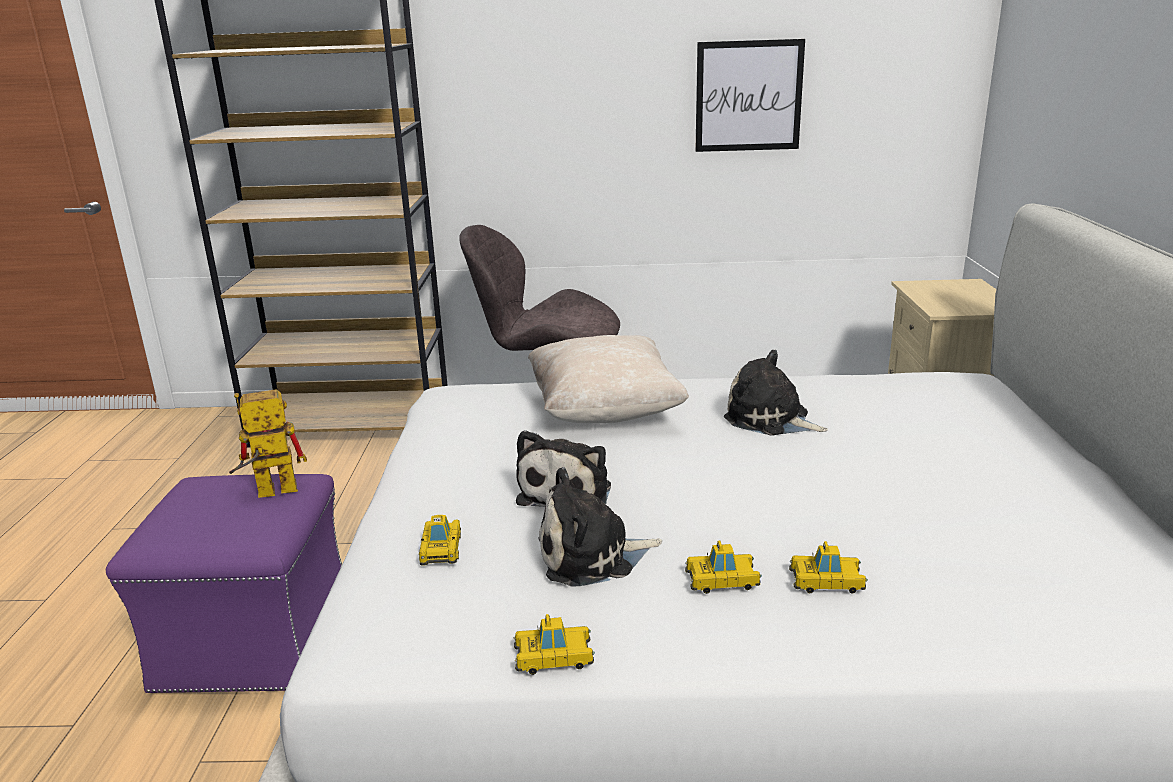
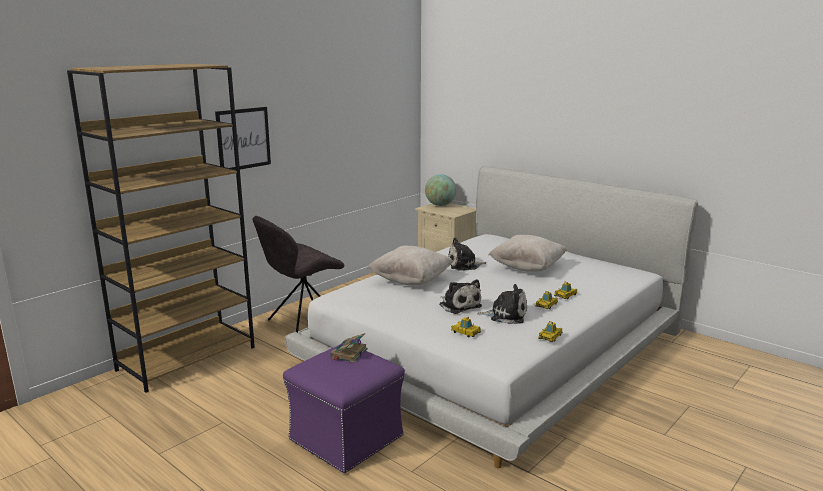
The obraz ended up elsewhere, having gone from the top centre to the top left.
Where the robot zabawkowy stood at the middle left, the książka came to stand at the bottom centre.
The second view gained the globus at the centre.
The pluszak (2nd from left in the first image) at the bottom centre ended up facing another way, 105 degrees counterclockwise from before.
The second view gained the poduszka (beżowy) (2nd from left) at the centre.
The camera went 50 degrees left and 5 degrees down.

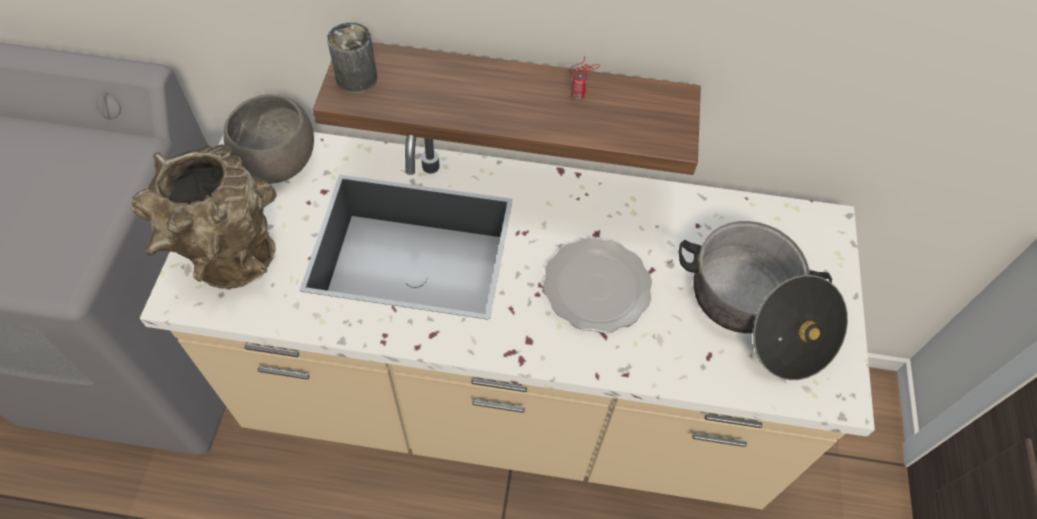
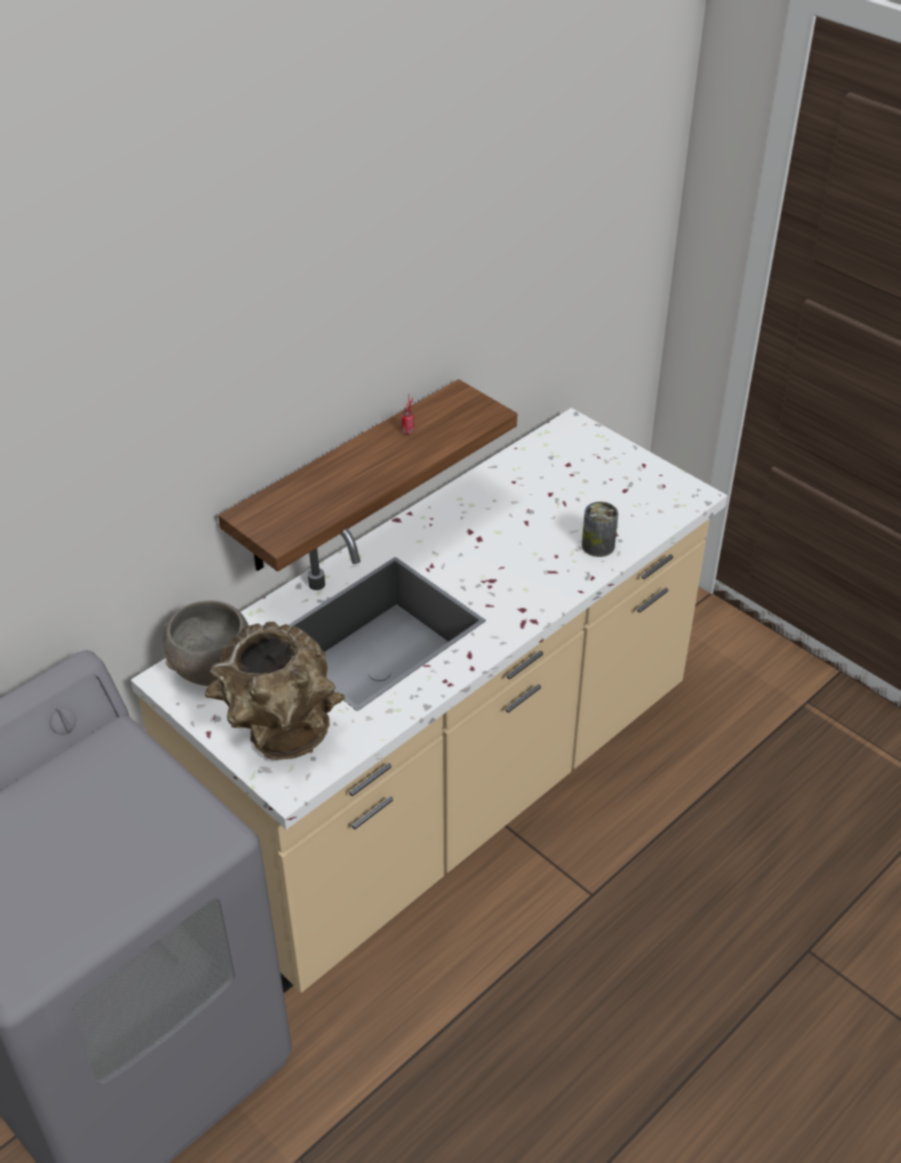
The puszka (1st from left in the first image) ended up elsewhere, having gone from the top centre to the centre.
The second view lost the talerz at the centre.
The second view lost the garnek at the middle right.
The camera went 50 degrees left and 15 degrees down.

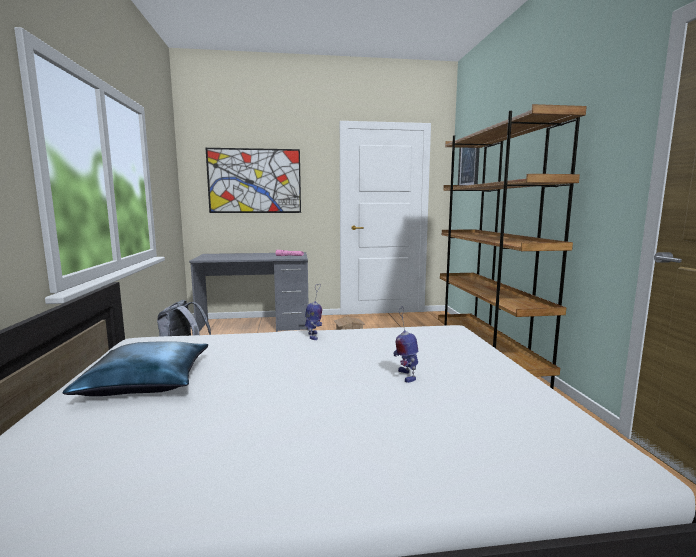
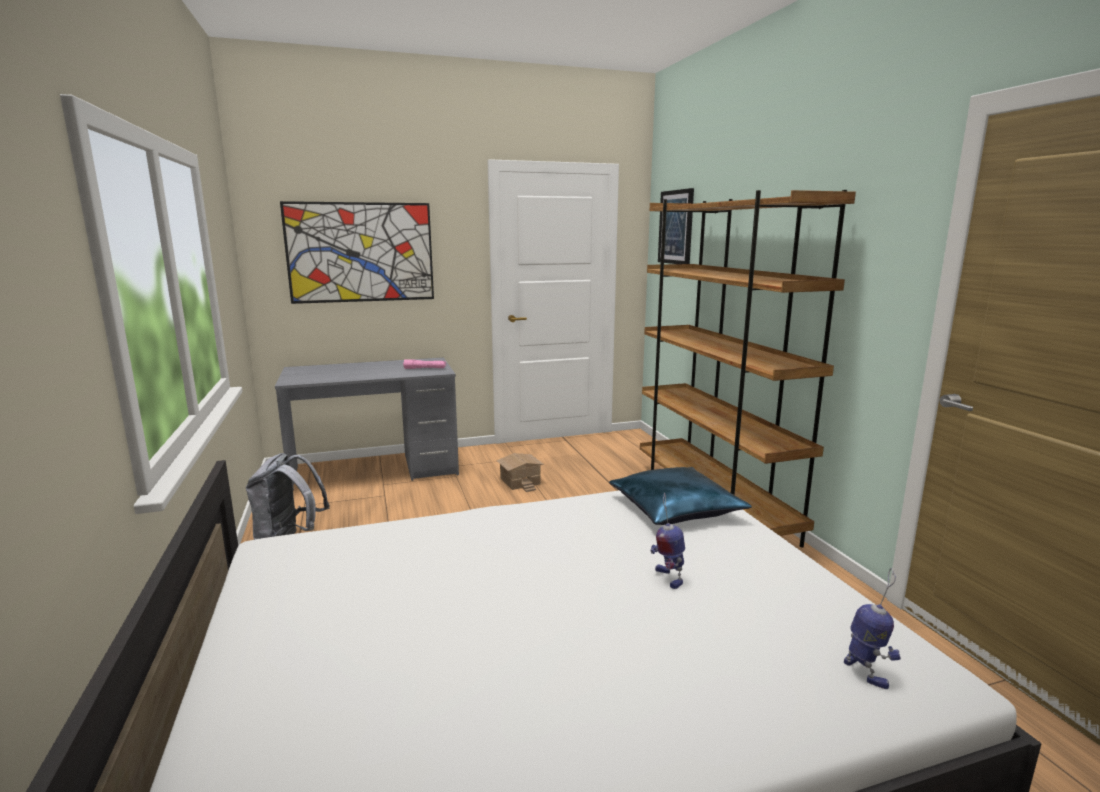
The poduszka (niebieski) ended up elsewhere, having gone from the middle left to the centre.
The robot zabawkowy (1st from left in the first image) ended up elsewhere, having gone from the centre to the bottom right.
The camera went 10 degrees left and 5 degrees up.

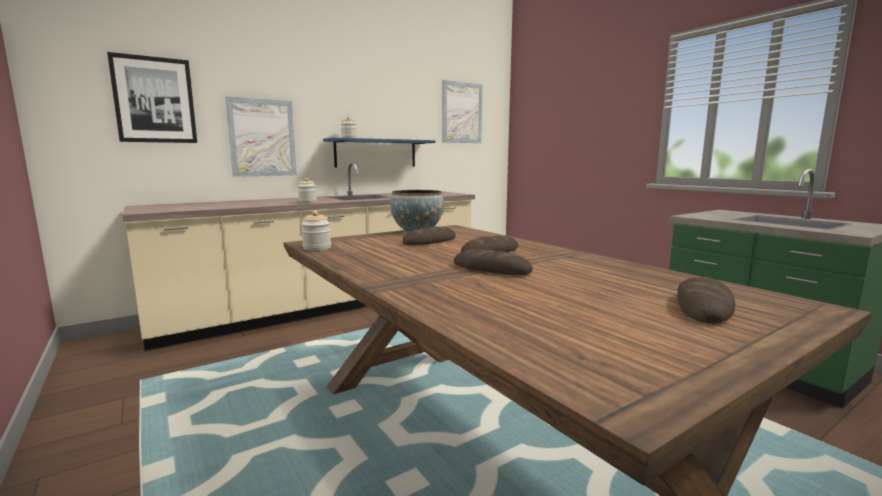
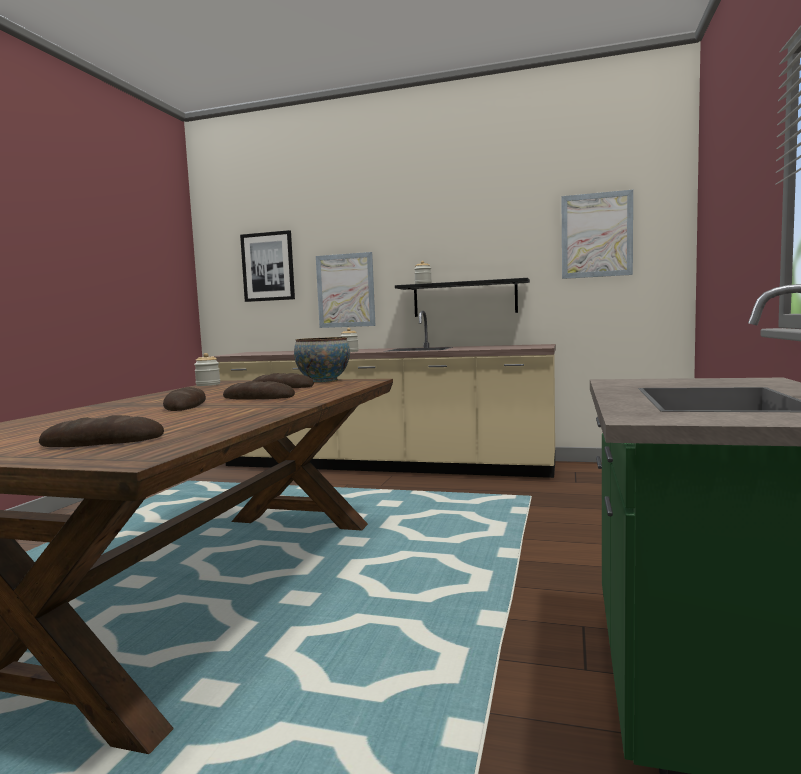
What was the półka (niebieski) at the top centre turned into the półka (czarny) at the centre.
The camera went 50 degrees right and 5 degrees down.

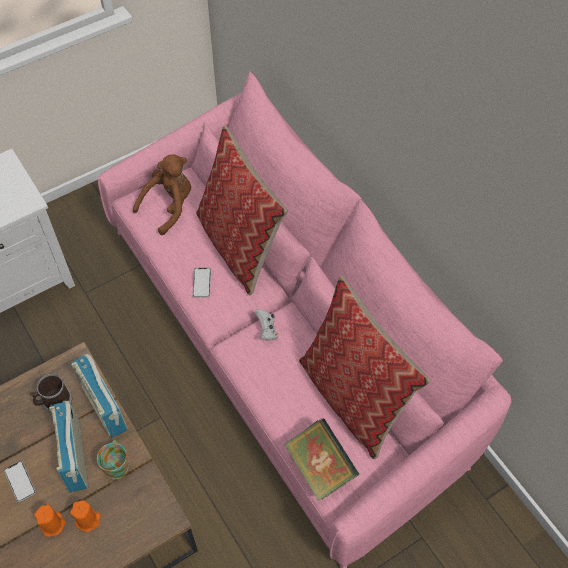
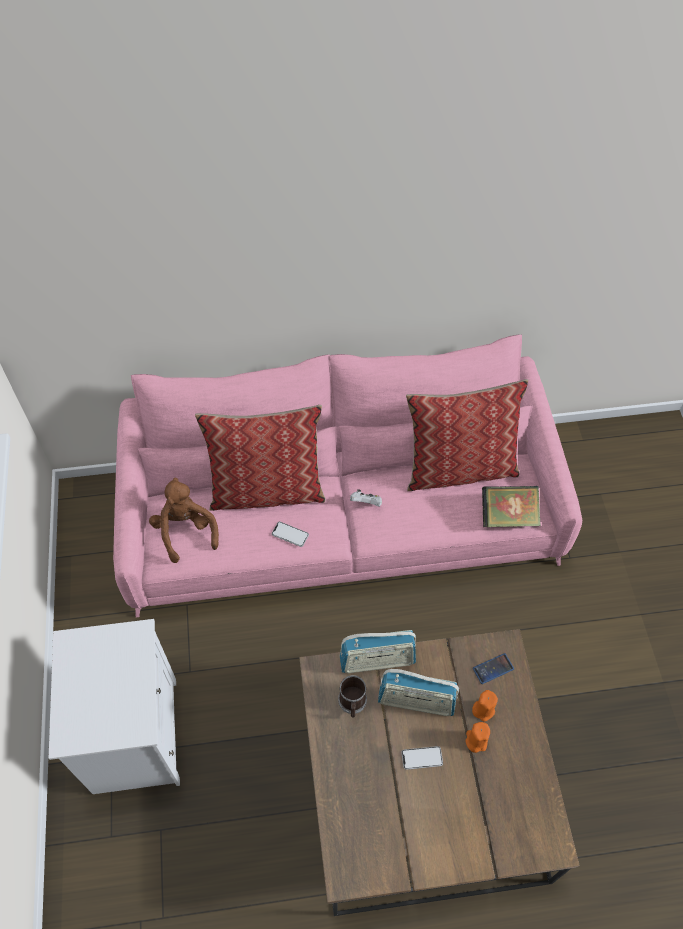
The second view gained the telefon (3rd from left) at the bottom right.
The second view lost the kubek (2nd from left) at the bottom left.
The camera went 65 degrees left and 0 degrees up.

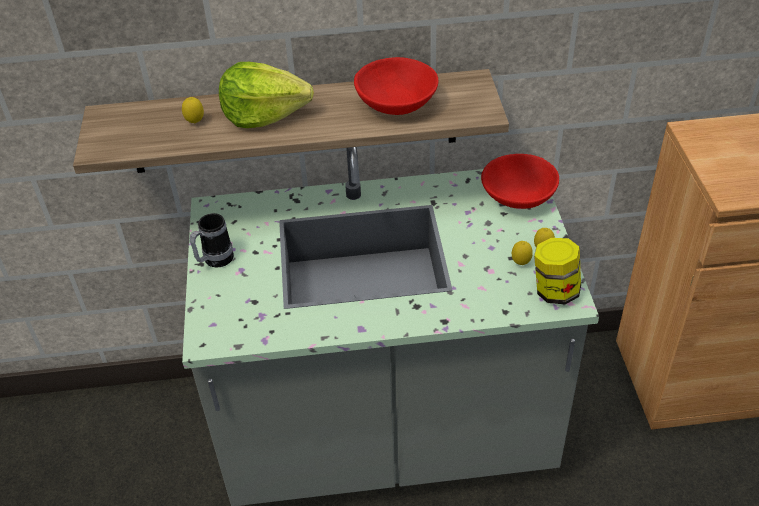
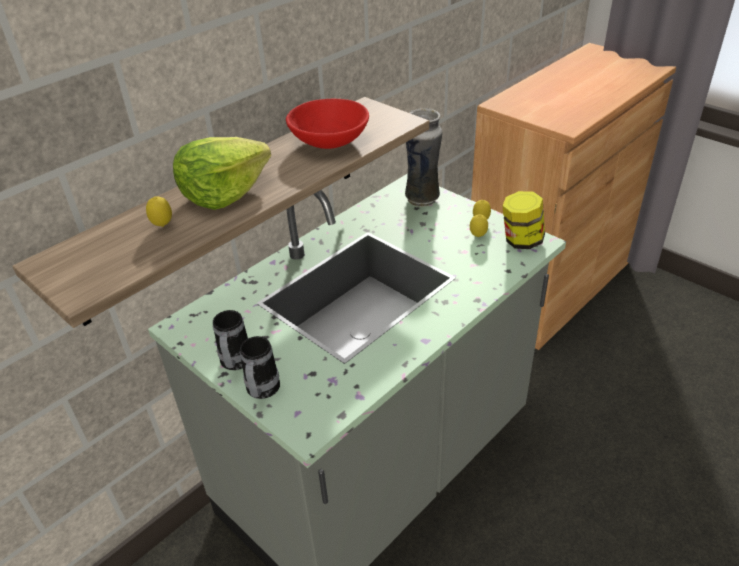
The second view gained the kubek (2nd from left) at the centre.
Where the miska (czerwony) (2nd from left) stood at the middle right, the wazon came to stand at the top centre.
The camera went 40 degrees left and 5 degrees down.

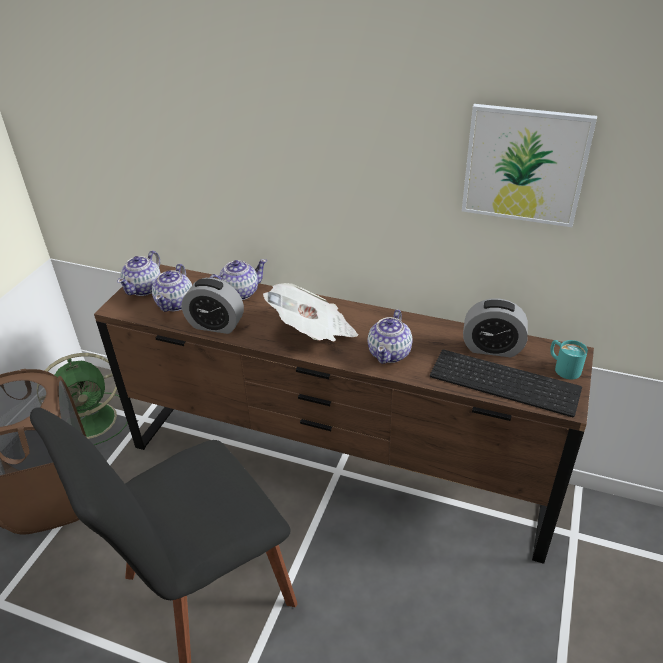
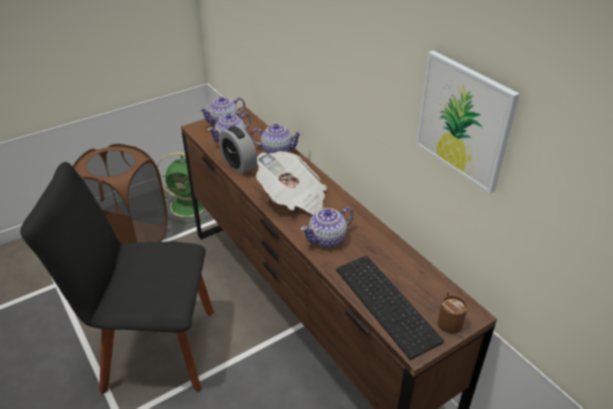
What was the kubek (turkusowy) at the middle right turned into the kubek (brązowy) at the bottom right.
The second view lost the budzik (2nd from left) at the middle right.
The camera went 35 degrees right and 0 degrees up.

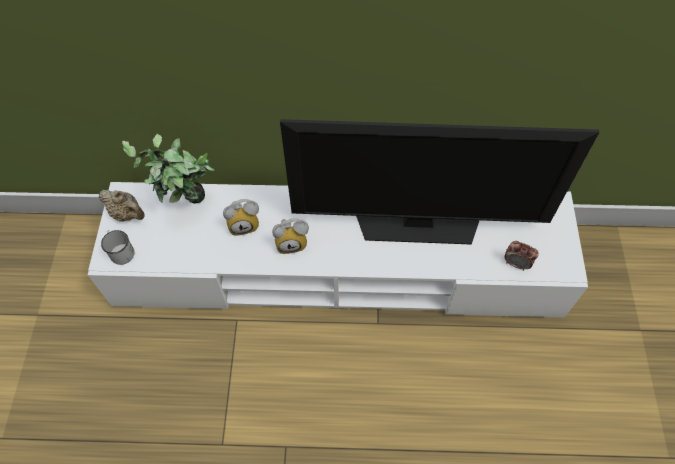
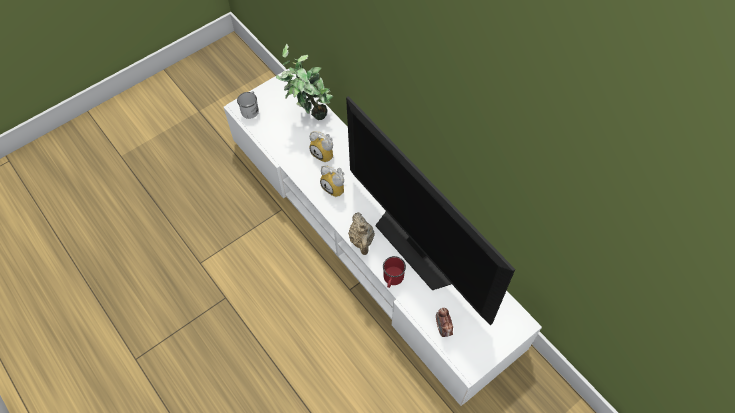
The imbryk (beżowy) ended up elsewhere, having gone from the middle left to the centre.
The second view gained the kubek (czerwony) at the centre.
The camera went 50 degrees right and 0 degrees up.

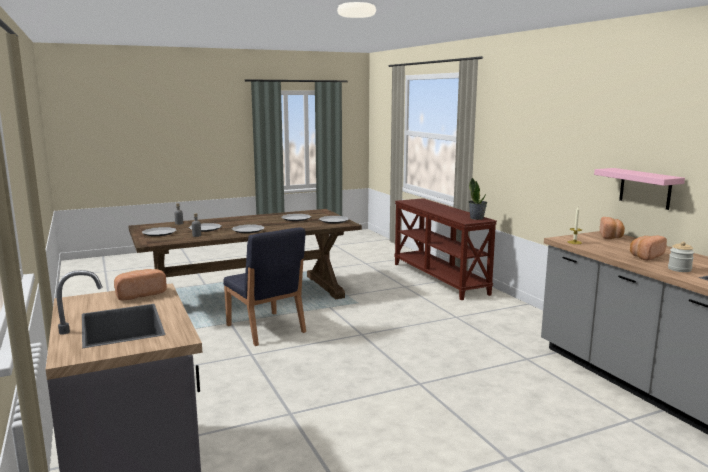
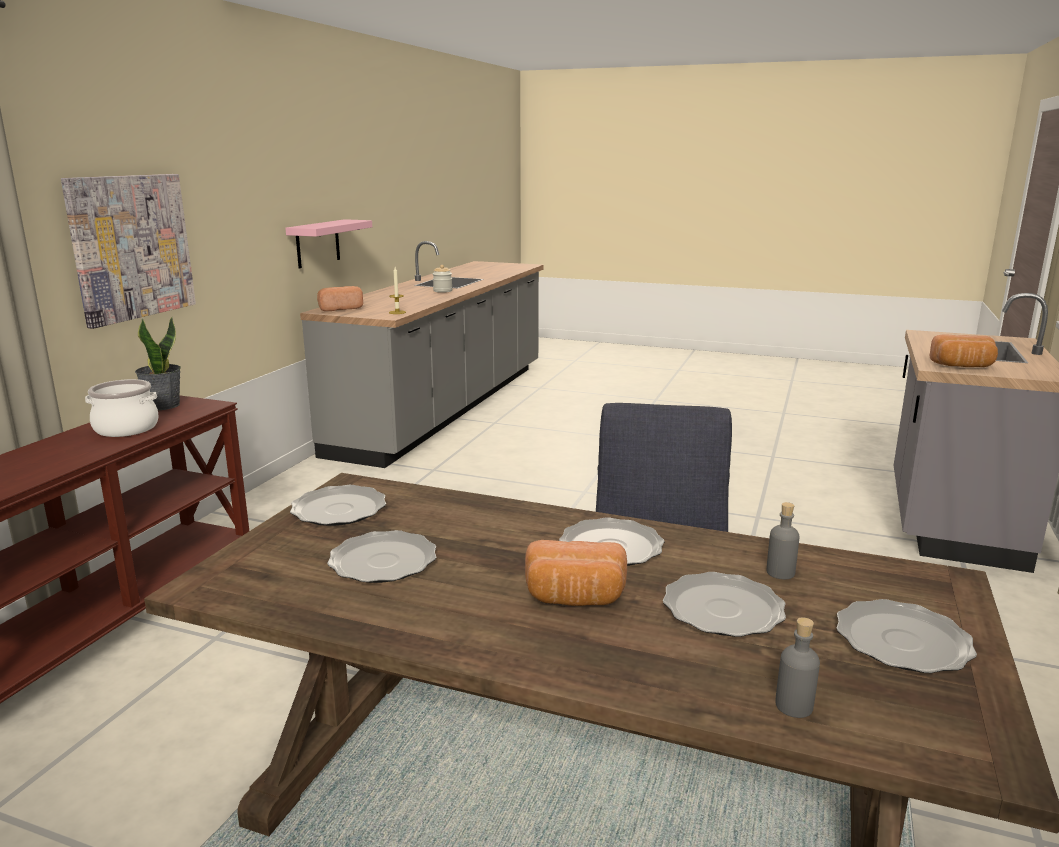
The second view gained the obraz at the top left.
The second view gained the garnek at the middle left.
The chleb (3rd from left in the first image) ended up elsewhere, having gone from the middle right to the bottom centre.
The camera went 135 degrees left and 5 degrees up.

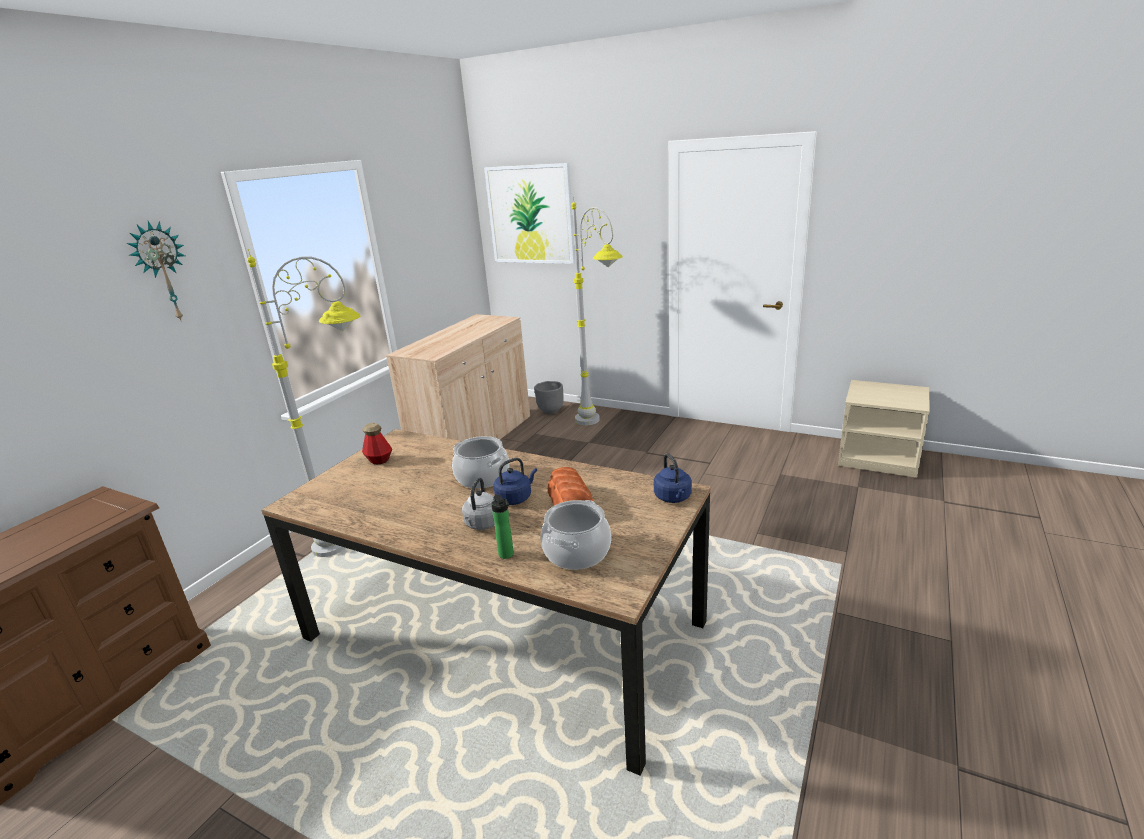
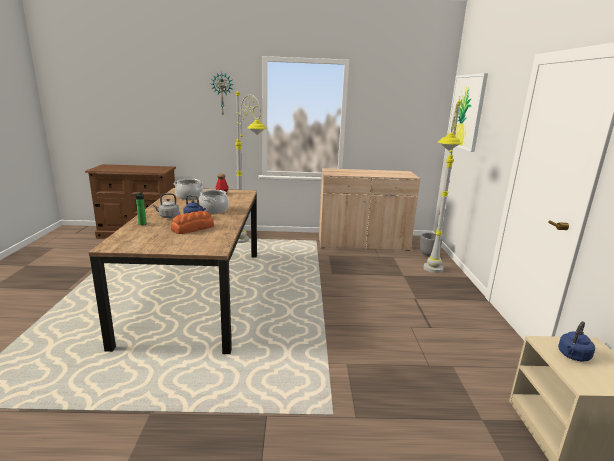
The garnek (2nd from left in the first image) ended up elsewhere, having gone from the centre to the middle left.
The czajnik (niebieski) (2nd from left) ended up elsewhere, having gone from the centre to the bottom right.
The camera went 60 degrees right and 5 degrees down.

